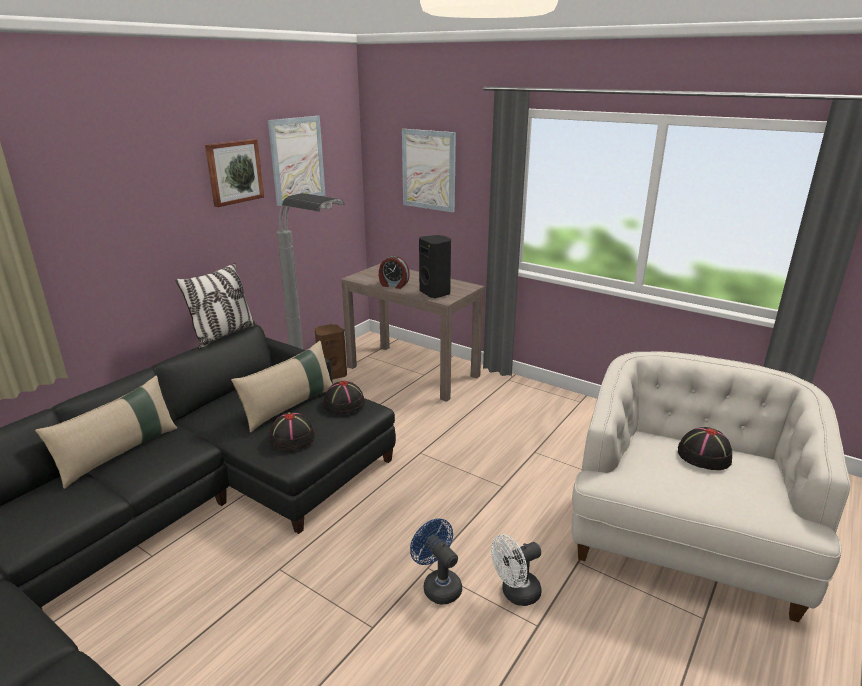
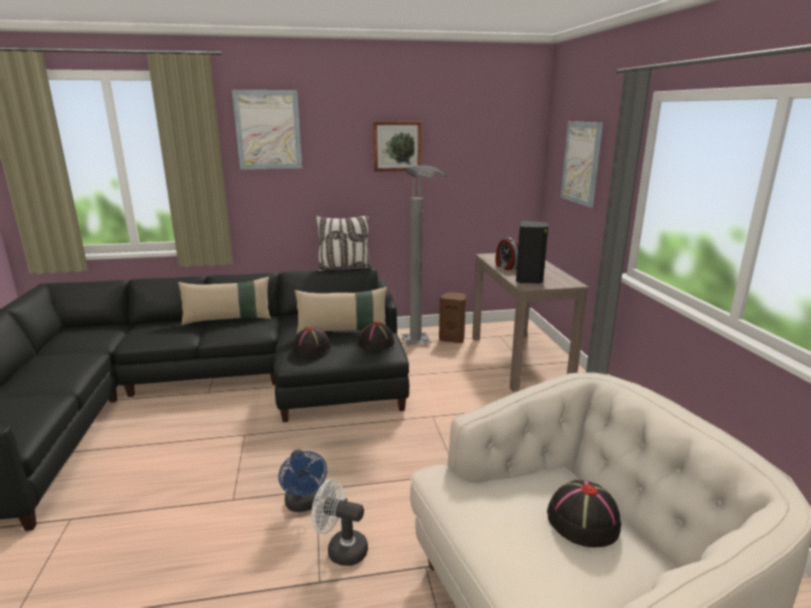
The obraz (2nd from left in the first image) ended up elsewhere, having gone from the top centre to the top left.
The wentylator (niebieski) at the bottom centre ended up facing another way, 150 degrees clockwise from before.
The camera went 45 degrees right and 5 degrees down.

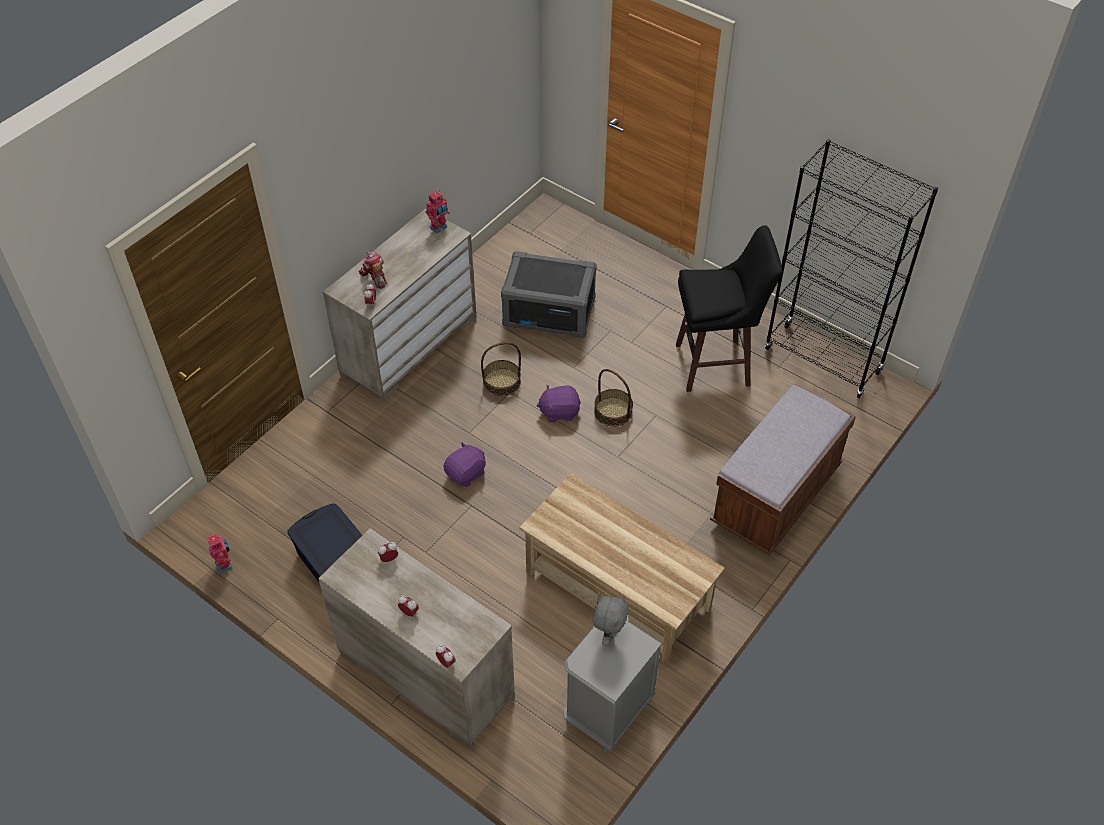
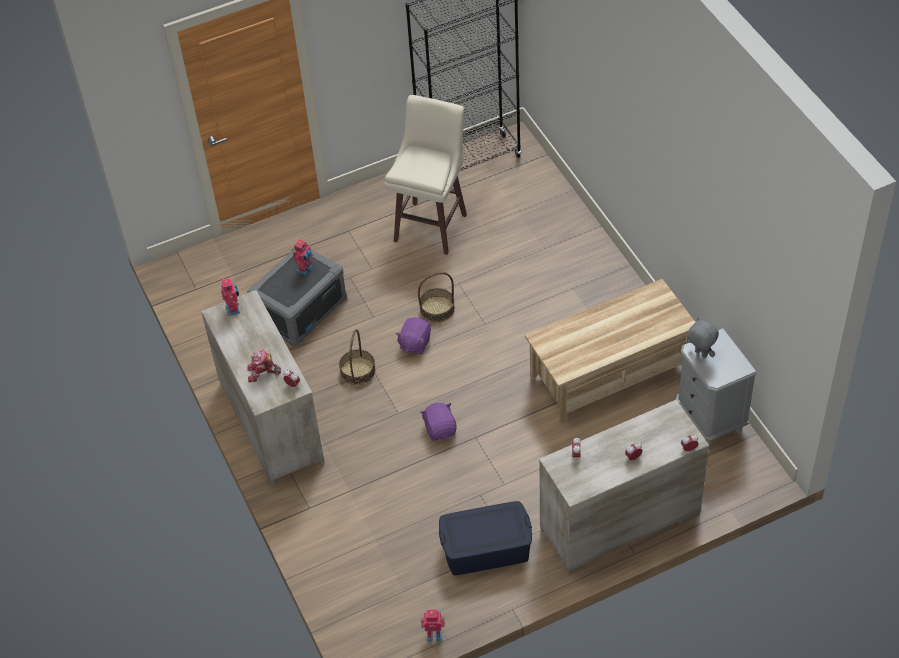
The second view gained the robot zabawkowy (3rd from left) at the centre.
What was the stołek (czarny) at the centre turned into the stołek (beżowy) at the top centre.
The second view lost the ławka (brązowy) at the middle right.
The camera went 60 degrees left and 0 degrees up.

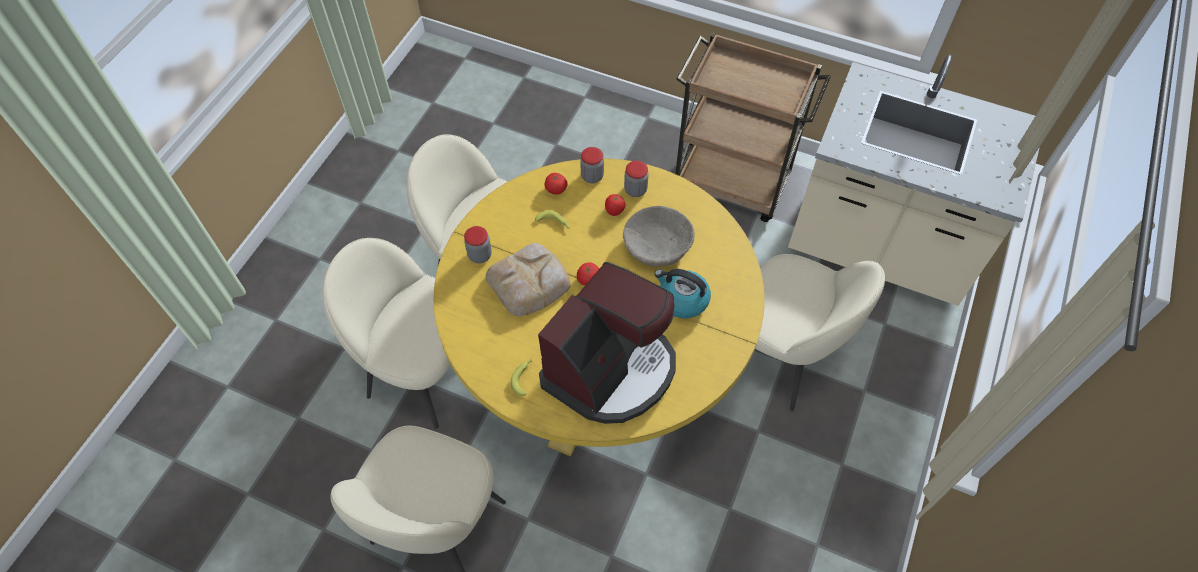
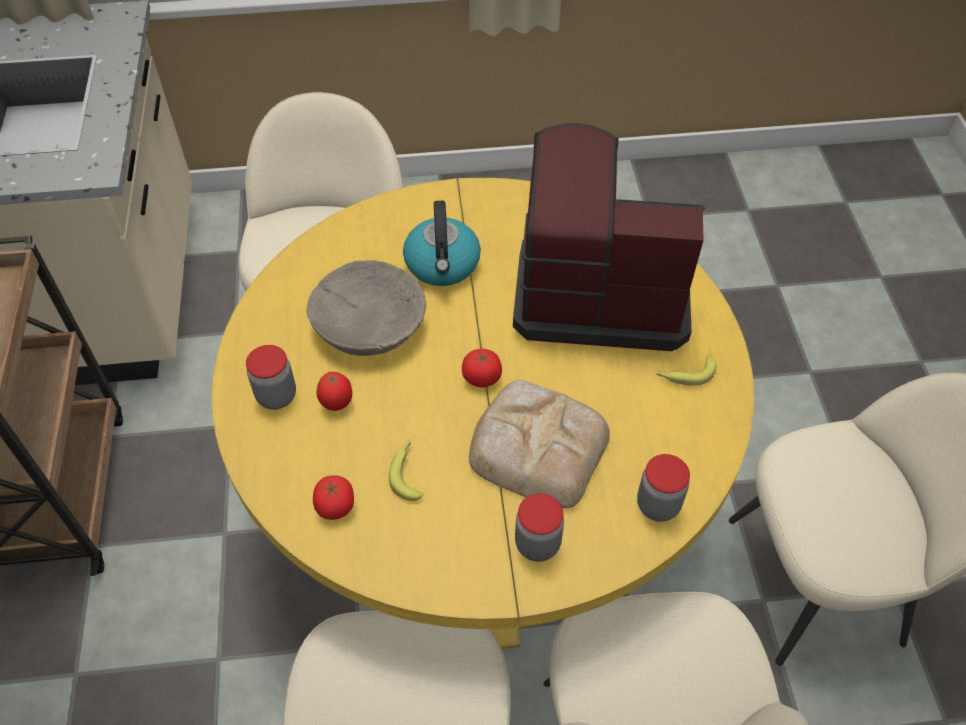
The słoik (2nd from left in the first image) ended up elsewhere, having gone from the top centre to the bottom right.
The camera went 120 degrees left and 5 degrees down.

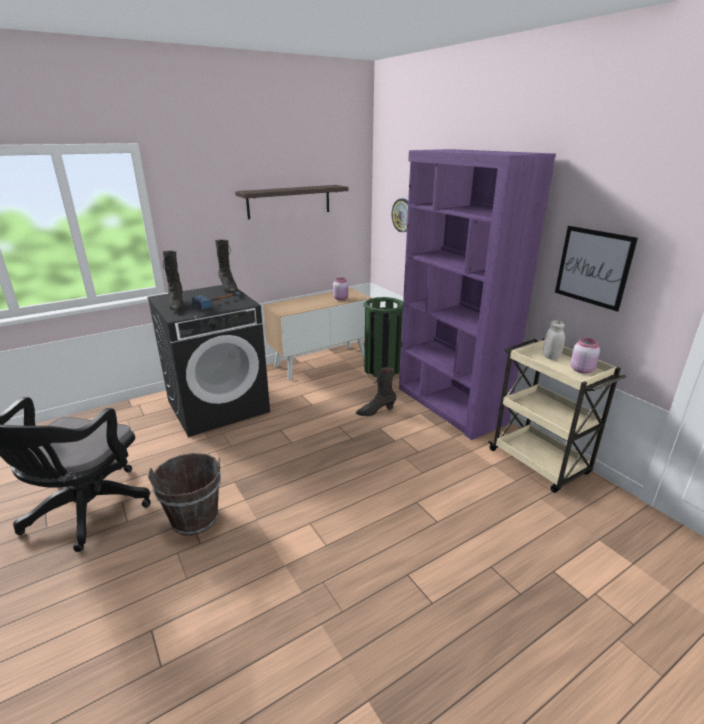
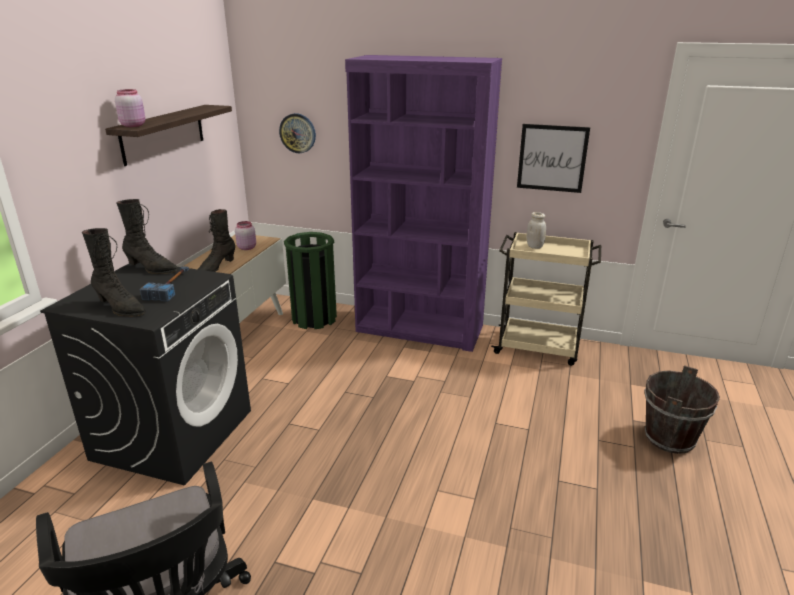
The słoik (różowy) (2nd from left in the first image) ended up elsewhere, having gone from the middle right to the top left.
The but z cholewką (czarny) (3rd from left) ended up elsewhere, having gone from the centre to the middle left.
The wiadro (brązowy) ended up elsewhere, having gone from the bottom left to the bottom right.
The camera went 40 degrees left and 0 degrees up.

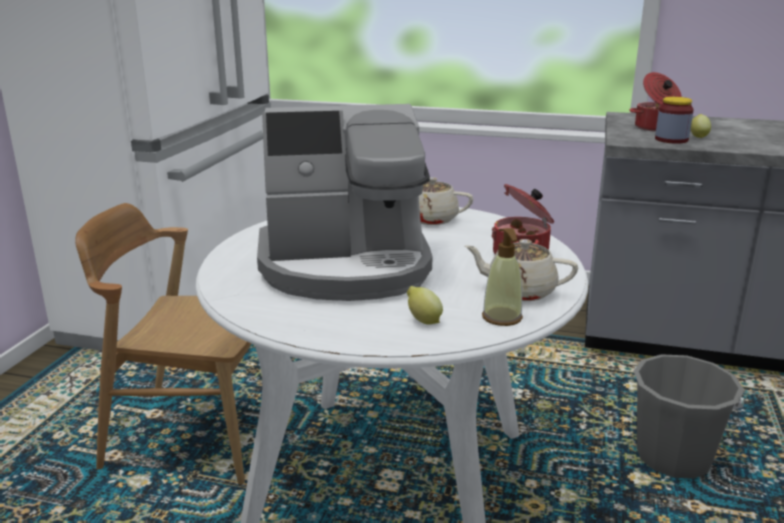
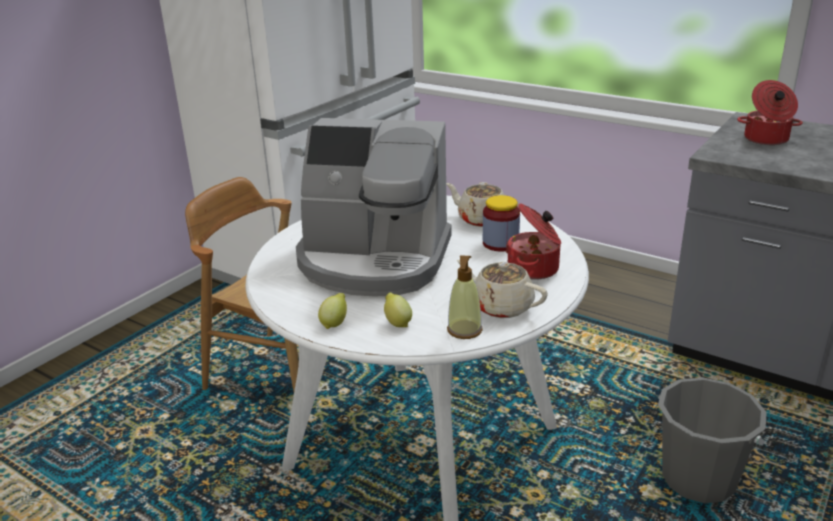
The cytryna (2nd from left in the first image) ended up elsewhere, having gone from the top right to the centre.
The słoik ended up elsewhere, having gone from the top right to the centre.
The camera went 20 degrees right and 5 degrees up.

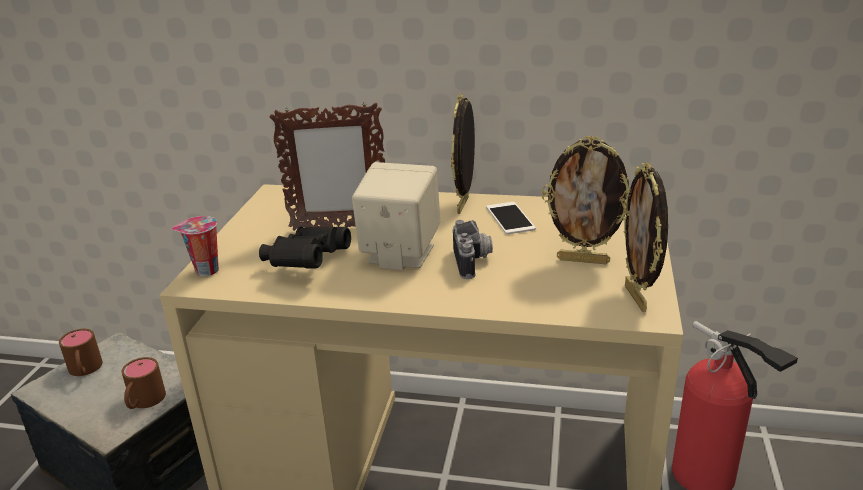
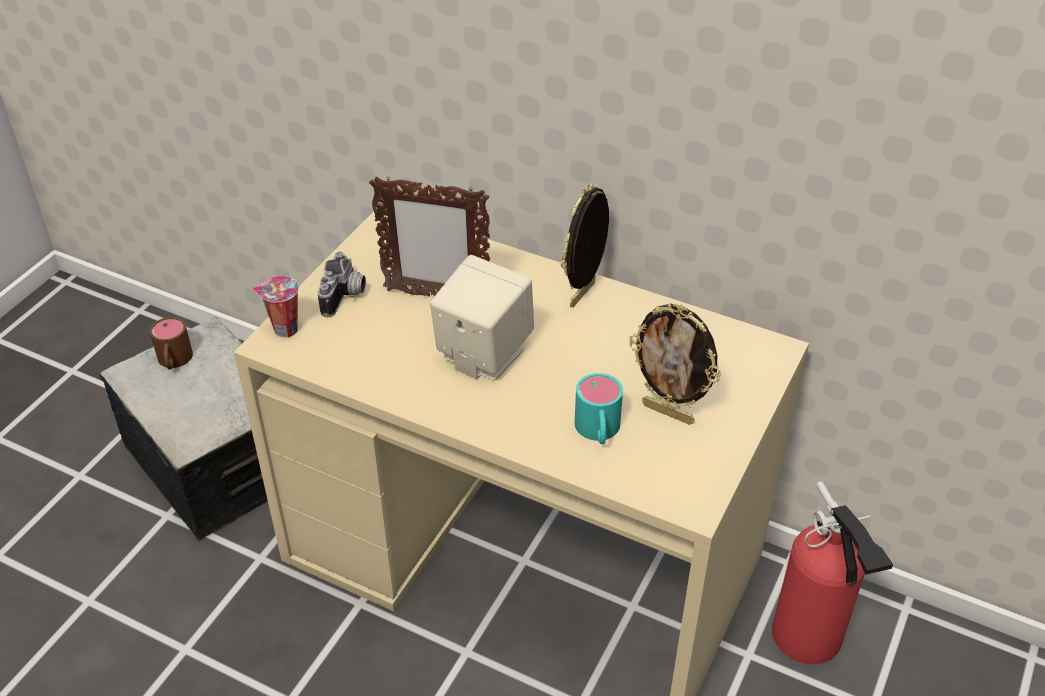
The aparat fotograficzny ended up elsewhere, having gone from the centre to the middle left.
The second view gained the kubek (turkusowy) at the centre.
The second view lost the kubek (brązowy) (2nd from left) at the bottom left.
The second view lost the lornetka (czarny) at the centre.
The second view lost the telefon at the centre.
The second view lost the ramka na zdjęcie (4th from left) at the middle right.
The camera went 15 degrees right and 15 degrees up.

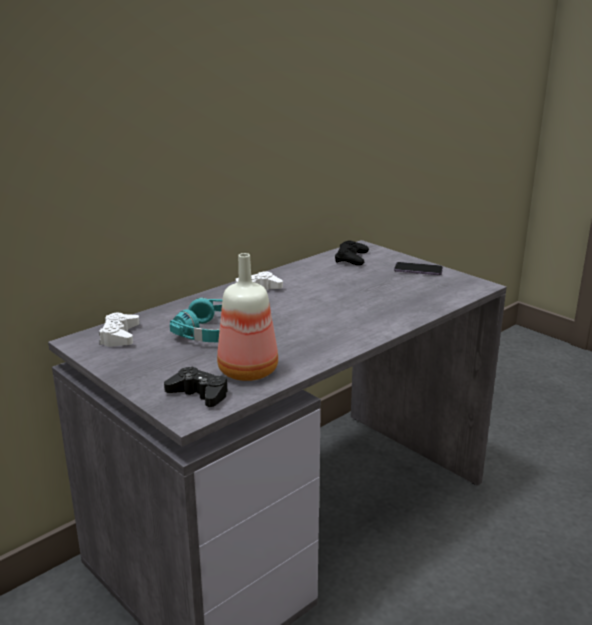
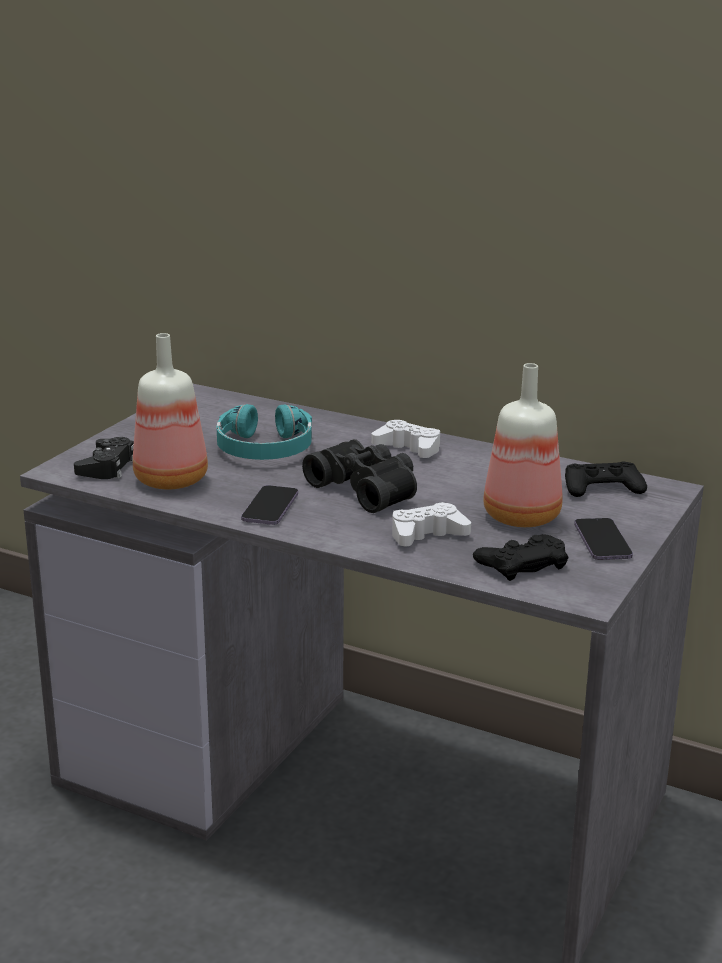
The second view gained the telefon (1st from left) at the centre.
The second view gained the lornetka (czarny) at the centre.
The pad do gier (biały) (1st from left in the first image) ended up elsewhere, having gone from the middle left to the centre.
The second view gained the pad do gier (czarny) (2nd from left) at the middle right.
The second view gained the butelka (2nd from left) at the middle right.
The camera went 70 degrees right and 0 degrees up.

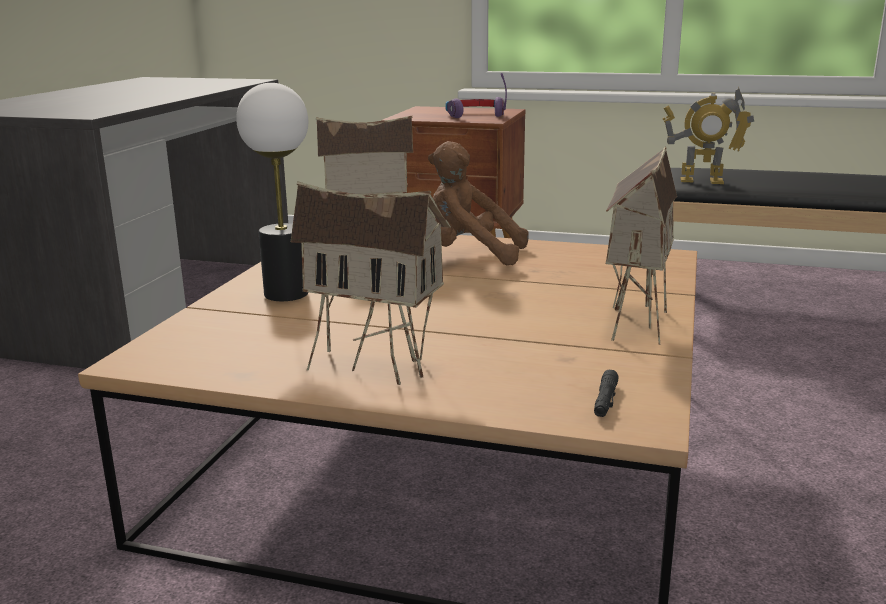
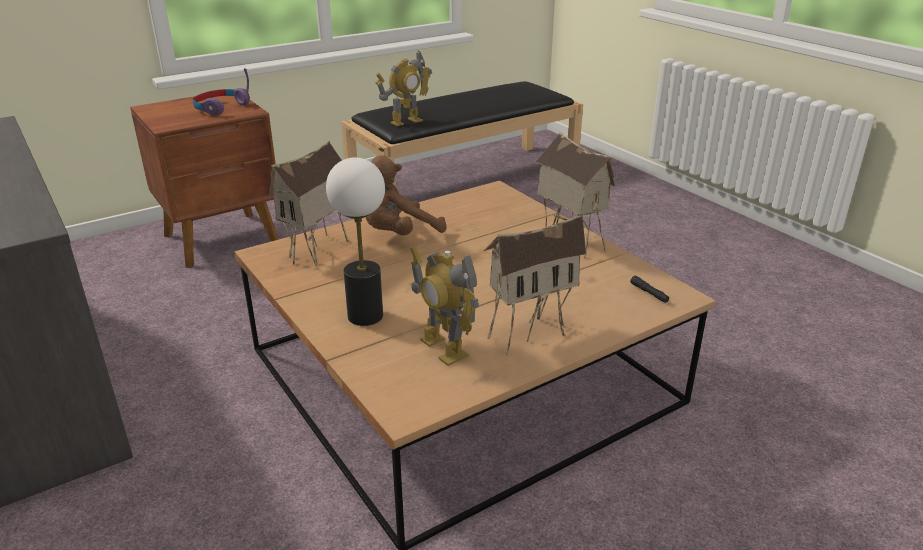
The second view gained the robot zabawkowy (2nd from left) at the centre.
The camera went 50 degrees left and 10 degrees up.

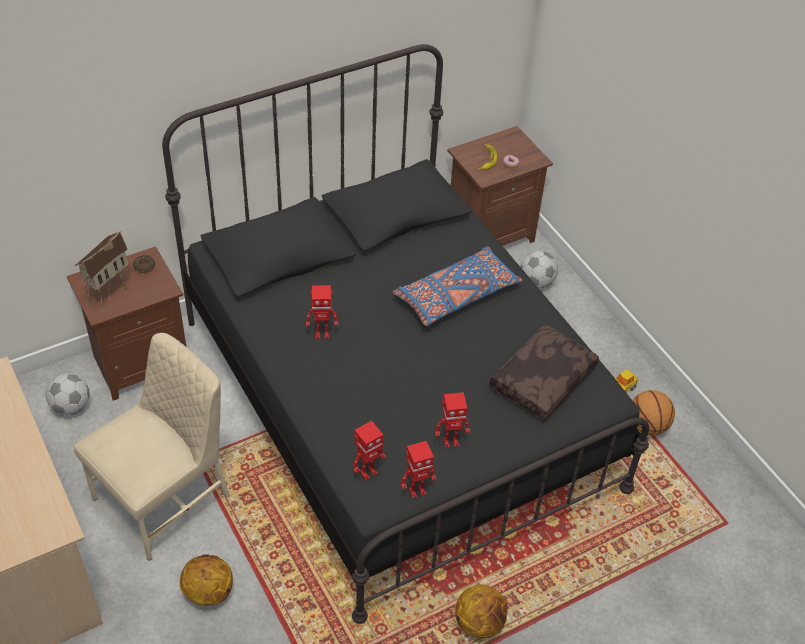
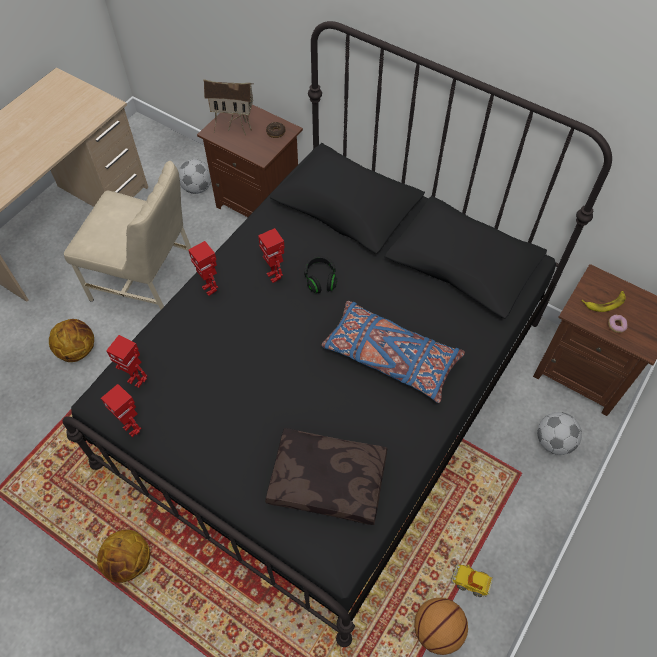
The robot zabawkowy (4th from left in the first image) ended up elsewhere, having gone from the centre to the middle left.
The second view gained the słuchawki (czarny) at the centre.
The camera went 65 degrees right and 10 degrees up.

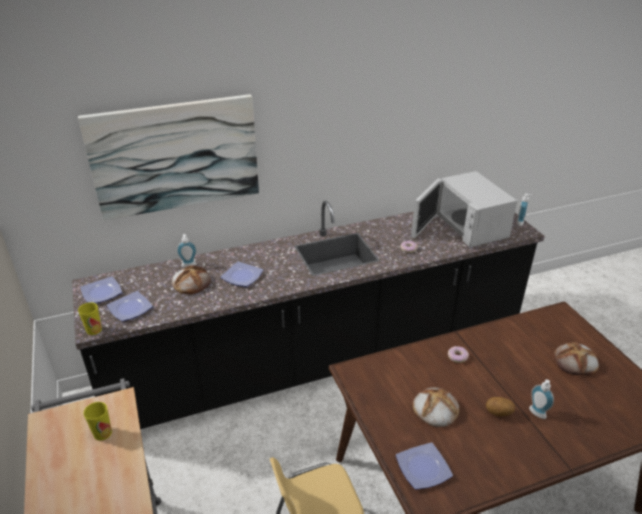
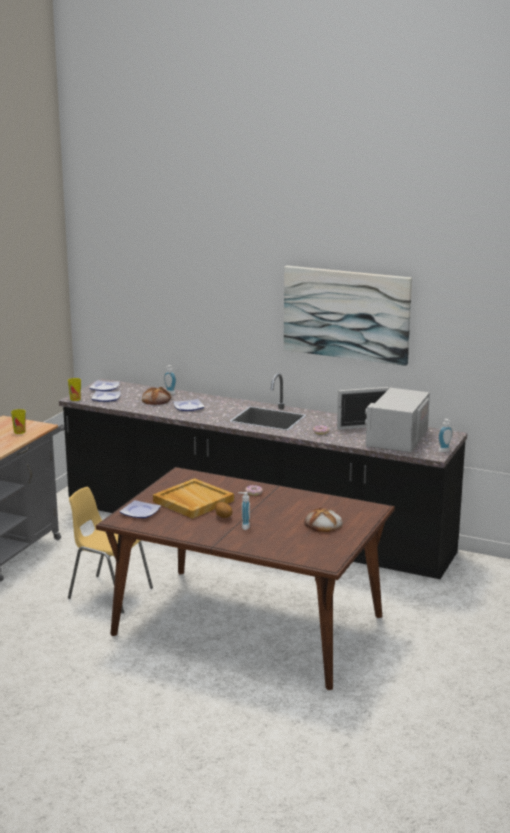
Where the chleb (2nd from left) stood at the bottom right, the taca (beżowy) came to stand at the centre.
The obraz ended up elsewhere, having gone from the top left to the middle right.
The camera went 45 degrees right and 15 degrees down.

